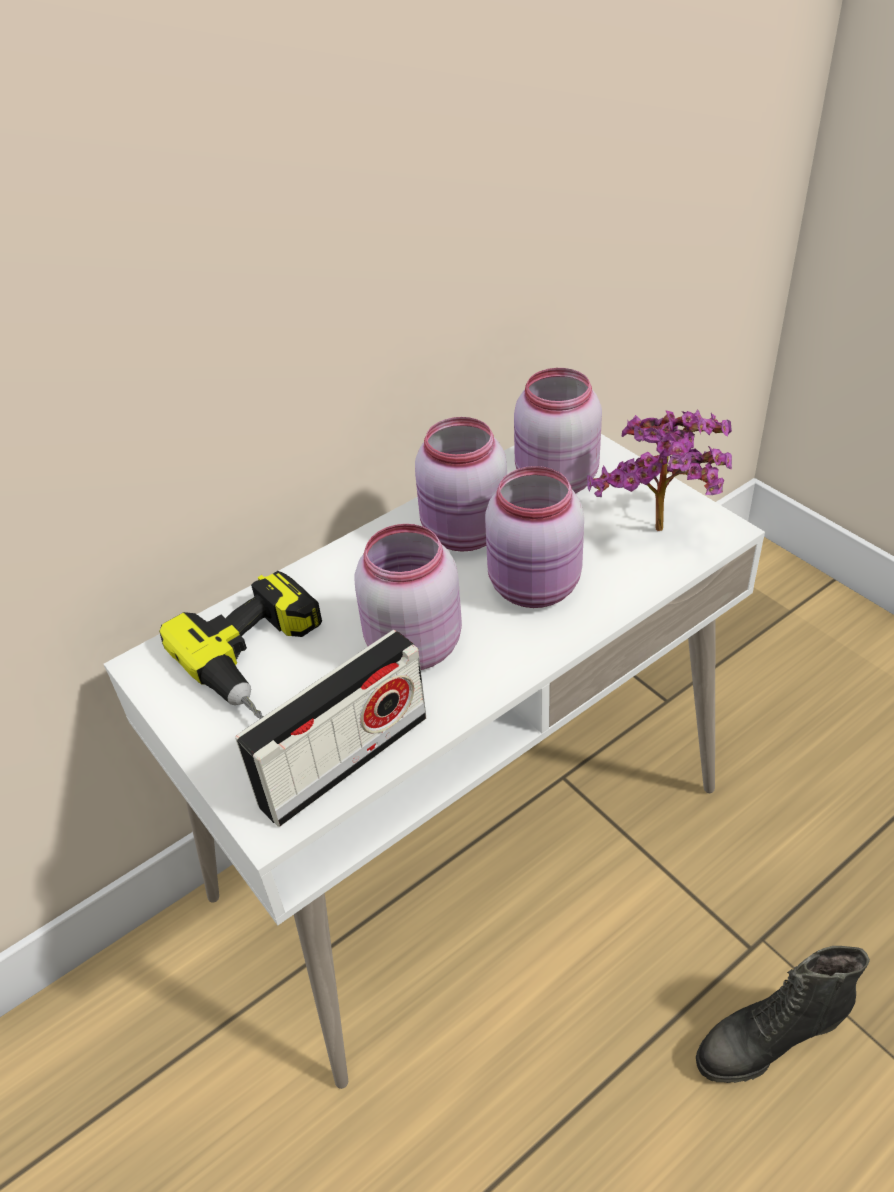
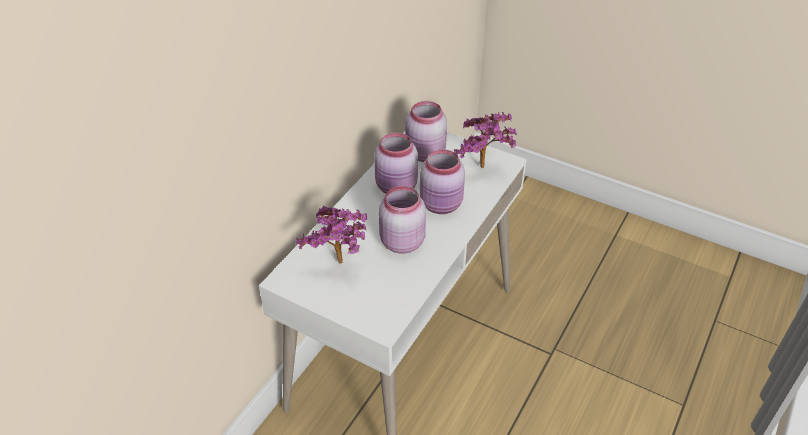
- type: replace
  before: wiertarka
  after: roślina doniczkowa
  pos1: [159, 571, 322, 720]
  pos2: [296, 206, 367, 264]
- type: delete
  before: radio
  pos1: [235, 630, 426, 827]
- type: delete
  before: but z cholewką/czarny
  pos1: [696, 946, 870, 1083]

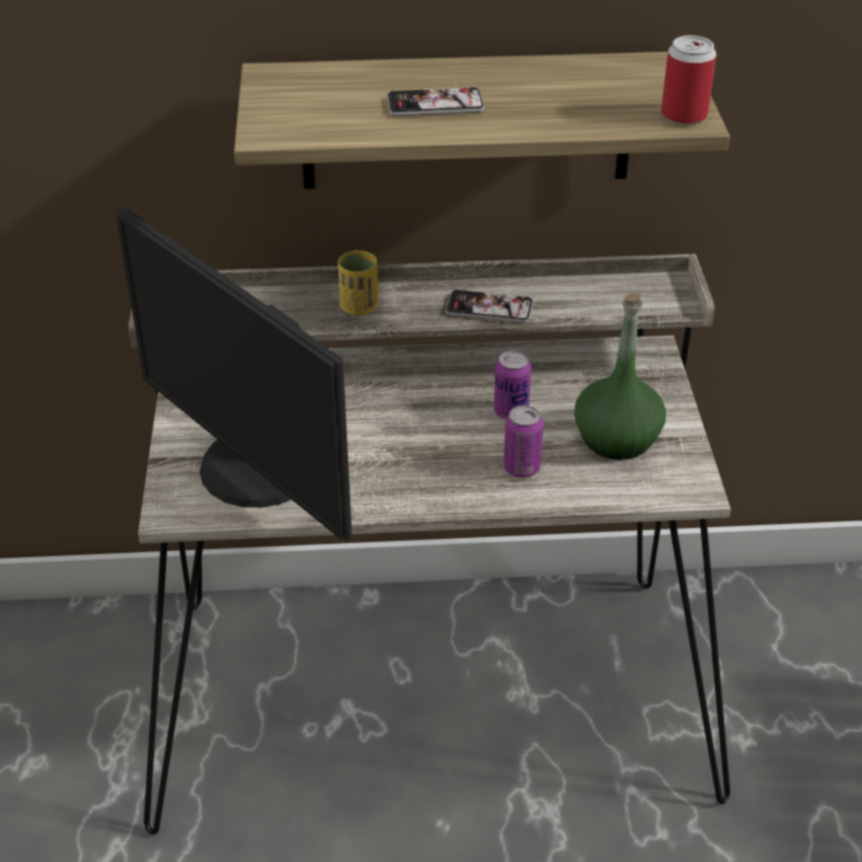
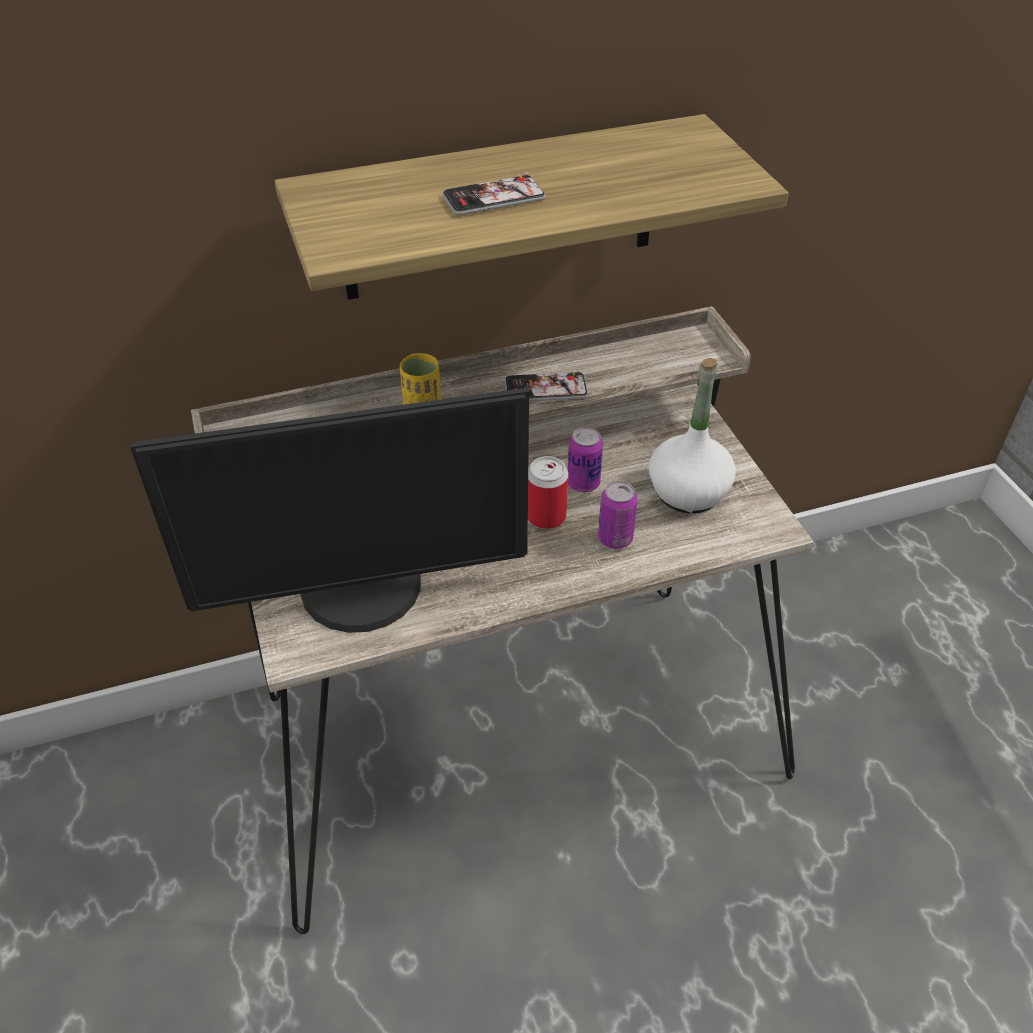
- type: rotate
  before: monitor
  pos1: [116, 207, 352, 541]
  pos2: [130, 389, 529, 633]
  turn: -45
- type: move
  before: puszka
  pos1: [661, 35, 716, 125]
  pos2: [528, 456, 569, 529]
- type: recolor
  before: butelka/zielony
  after: butelka/biały
  pos1: [574, 293, 666, 460]
  pos2: [649, 358, 736, 513]

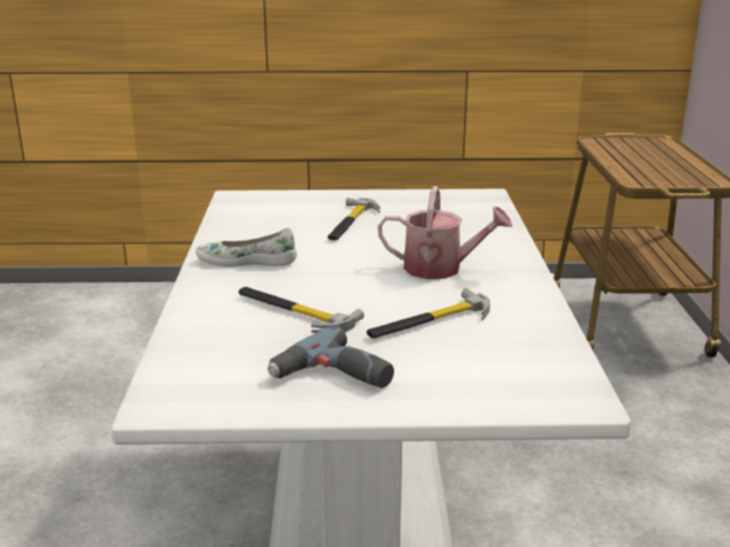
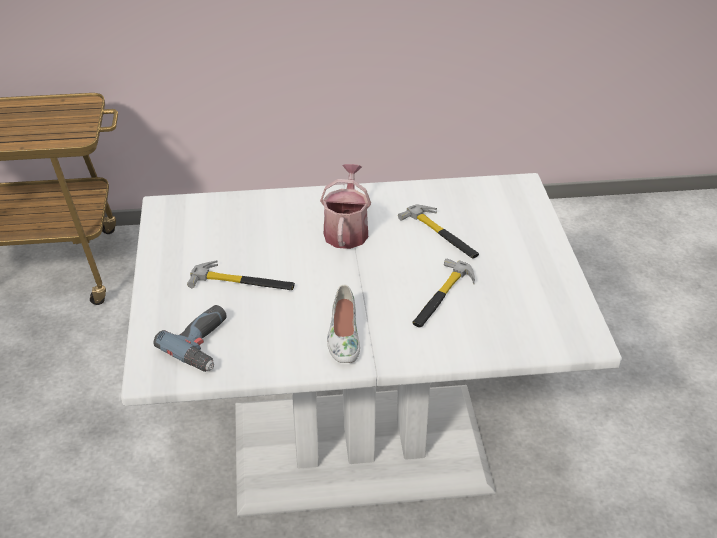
- type: move
  before: wiertarka
  pos1: [268, 325, 394, 388]
  pos2: [153, 305, 227, 372]

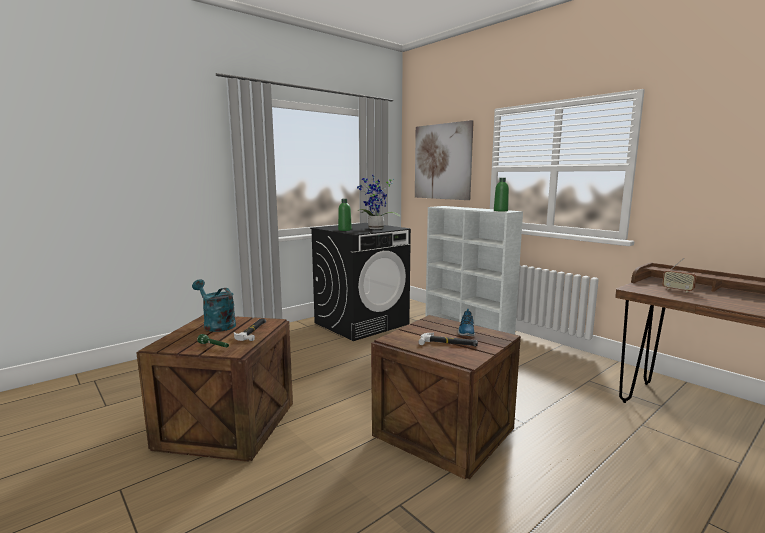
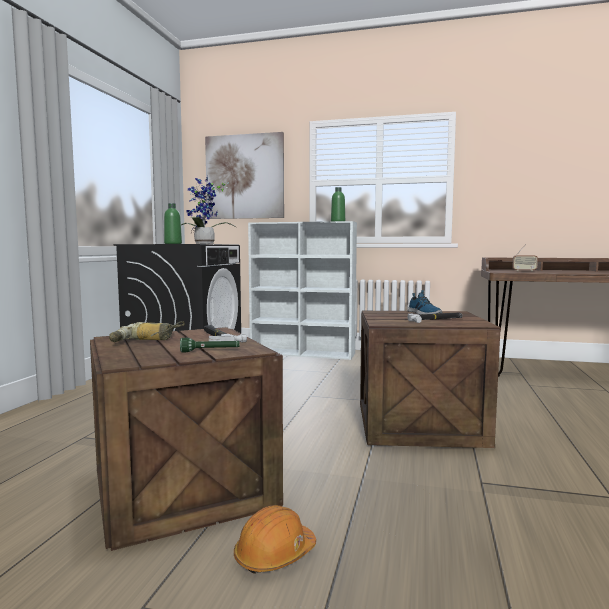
- type: replace
  before: konewka/turkusowy
  after: wiertarka
  pos1: [192, 279, 236, 332]
  pos2: [109, 321, 185, 342]
- type: insert
  after: kask/pomarańczowy
  pos2: [234, 505, 316, 574]

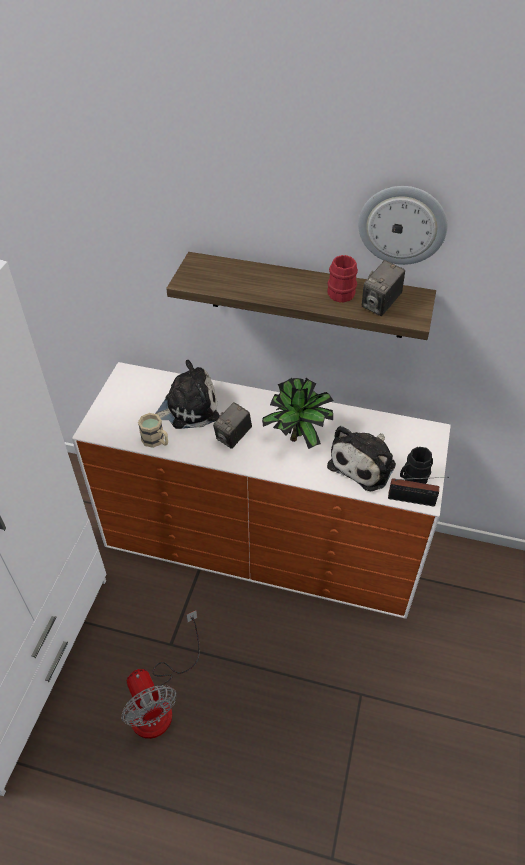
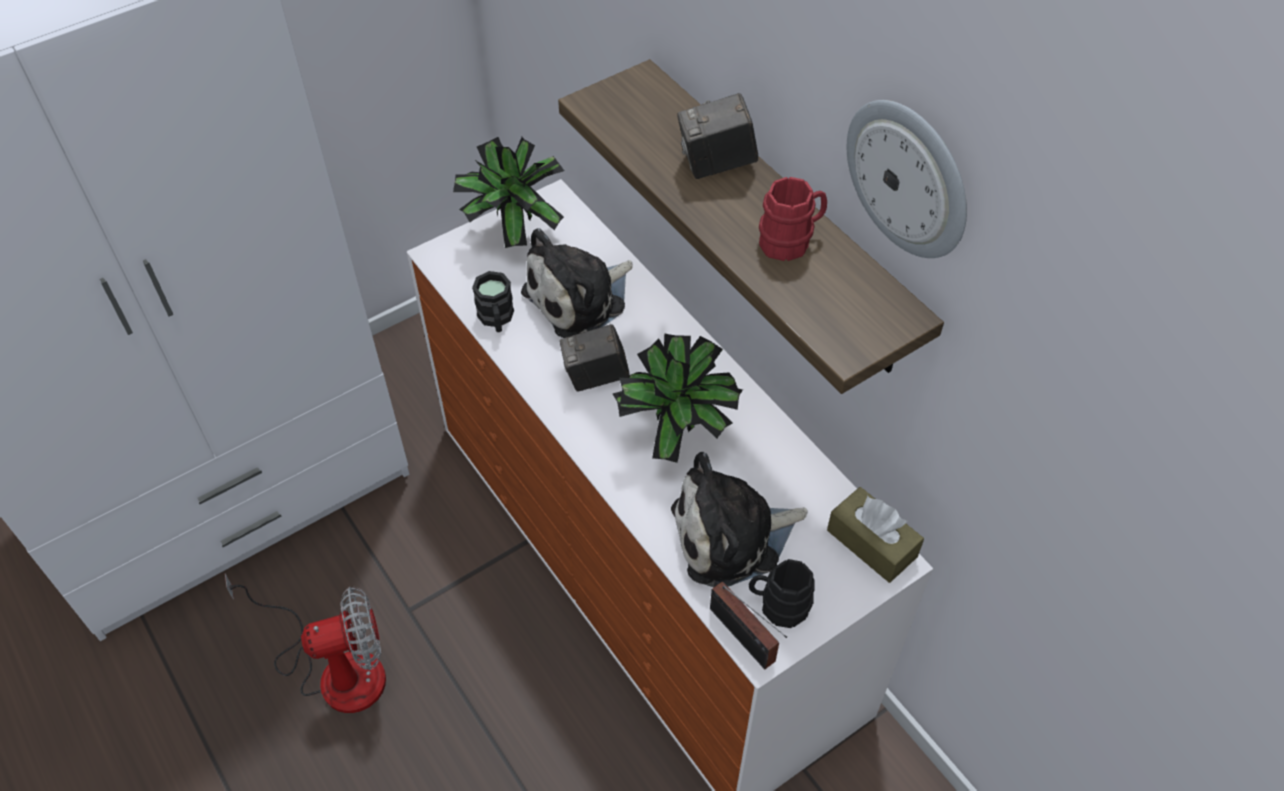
- type: rotate
  before: wentylator
  pos1: [121, 611, 200, 739]
  pos2: [225, 573, 386, 713]
  turn: -120
- type: insert
  after: roślina doniczkowa
  pos2: [453, 137, 564, 248]
- type: recolor
  before: kubek/beżowy
  after: kubek/czarny
  pos1: [138, 413, 168, 448]
  pos2: [472, 271, 514, 332]
- type: rotate
  before: pluszak
  pos1: [155, 360, 220, 429]
  pos2: [521, 228, 633, 338]
  turn: 120
- type: move
  before: aparat fotograficzny
  pos1: [362, 260, 405, 316]
  pos2: [677, 93, 758, 179]
- type: insert
  after: pudełko chusteczek/brązowy
  pos2: [827, 487, 924, 583]

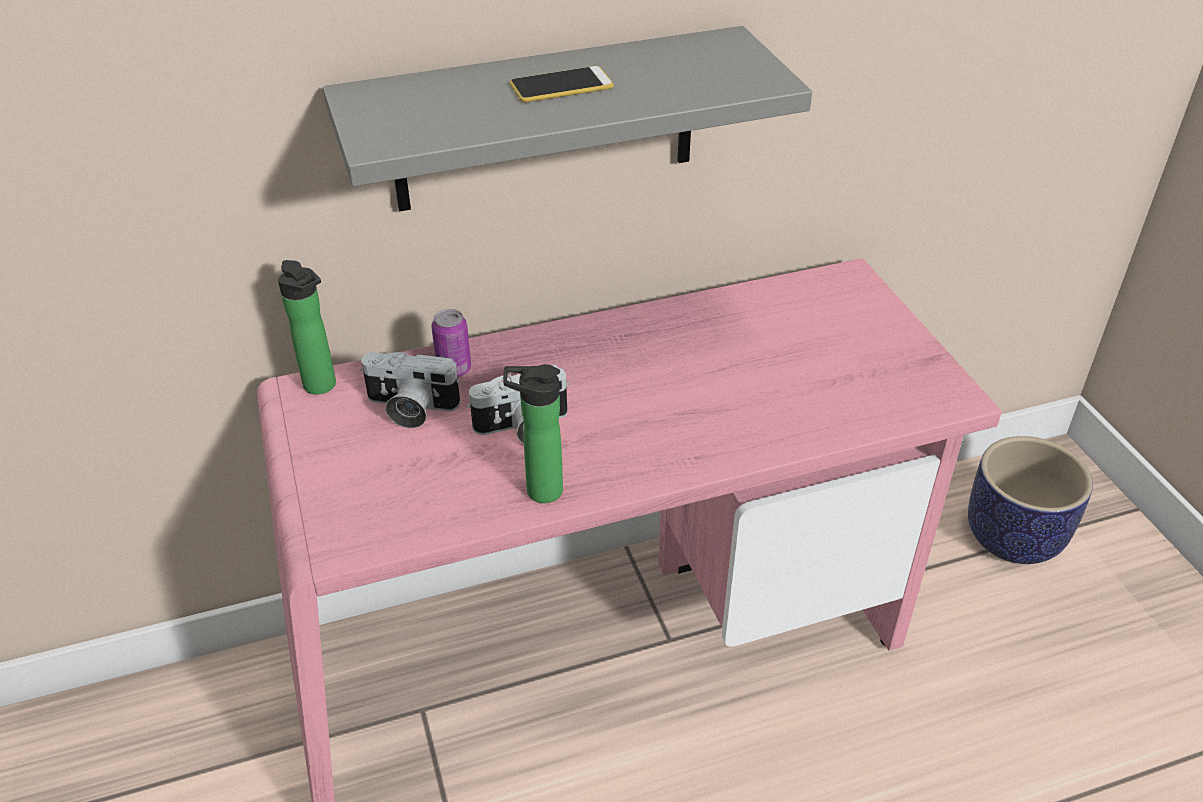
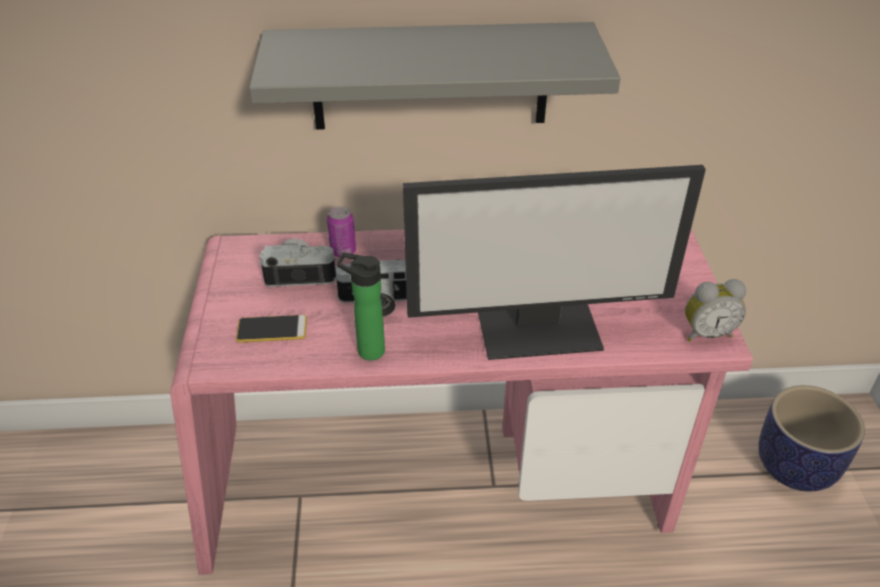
- type: move
  before: telefon
  pos1: [510, 66, 614, 102]
  pos2: [236, 315, 307, 343]
- type: rotate
  before: aparat fotograficzny
  pos1: [360, 352, 461, 428]
  pos2: [258, 238, 337, 287]
  turn: 150
- type: insert
  after: monitor
  pos2: [403, 165, 706, 360]
- type: insert
  after: budzik
  pos2: [685, 279, 746, 342]
- type: delete
  before: butelka
  pos1: [278, 260, 336, 394]

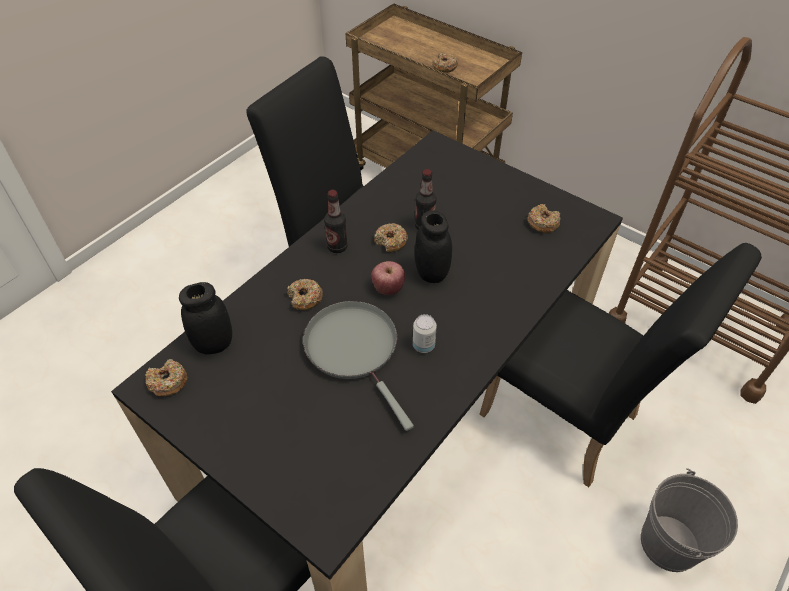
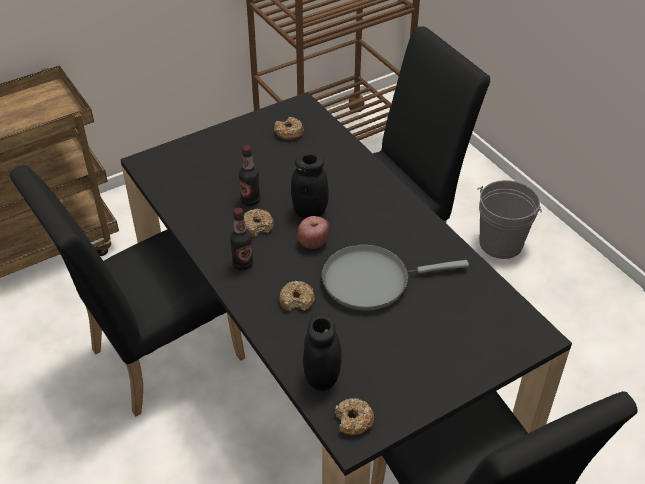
- type: delete
  before: puszka
  pos1: [413, 314, 437, 353]
- type: delete
  before: donut
  pos1: [432, 53, 458, 73]

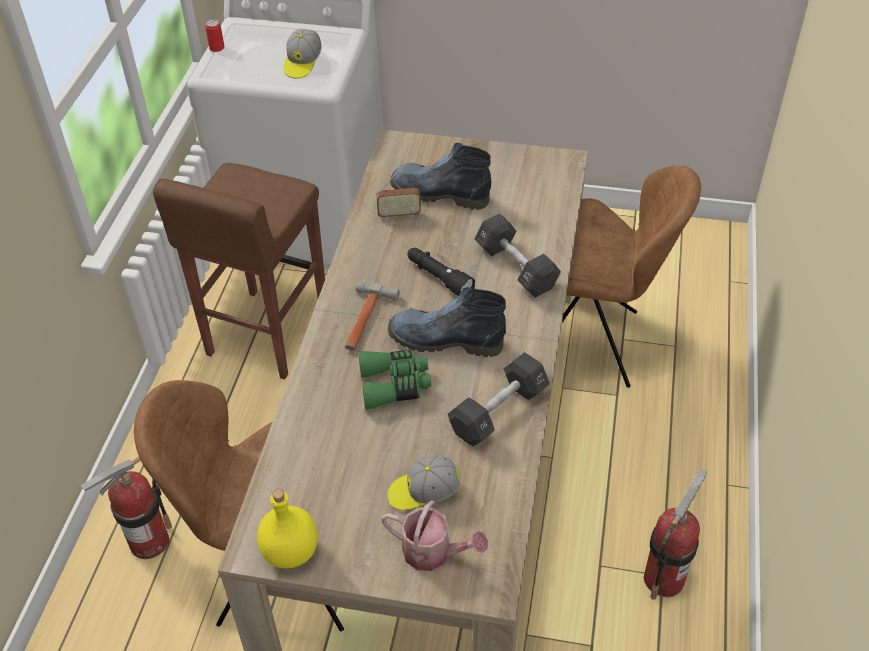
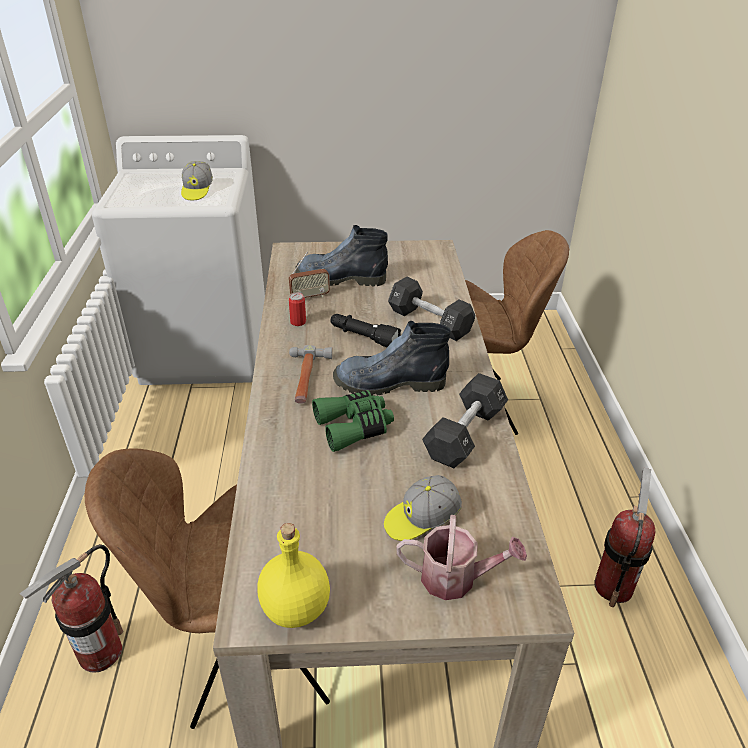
- type: move
  before: puszka
  pos1: [205, 19, 225, 52]
  pos2: [289, 293, 306, 326]
- type: delete
  before: stołek/brązowy
  pos1: [153, 163, 325, 380]

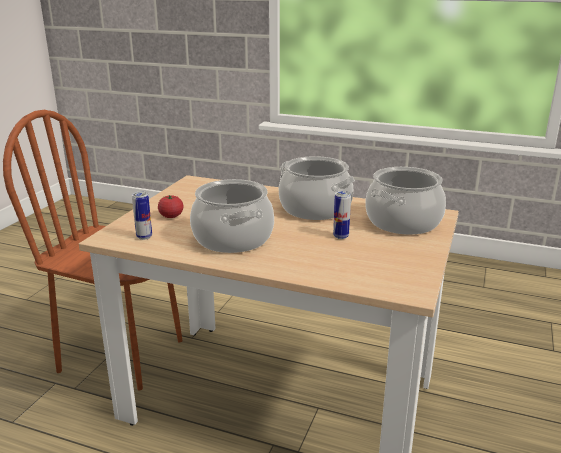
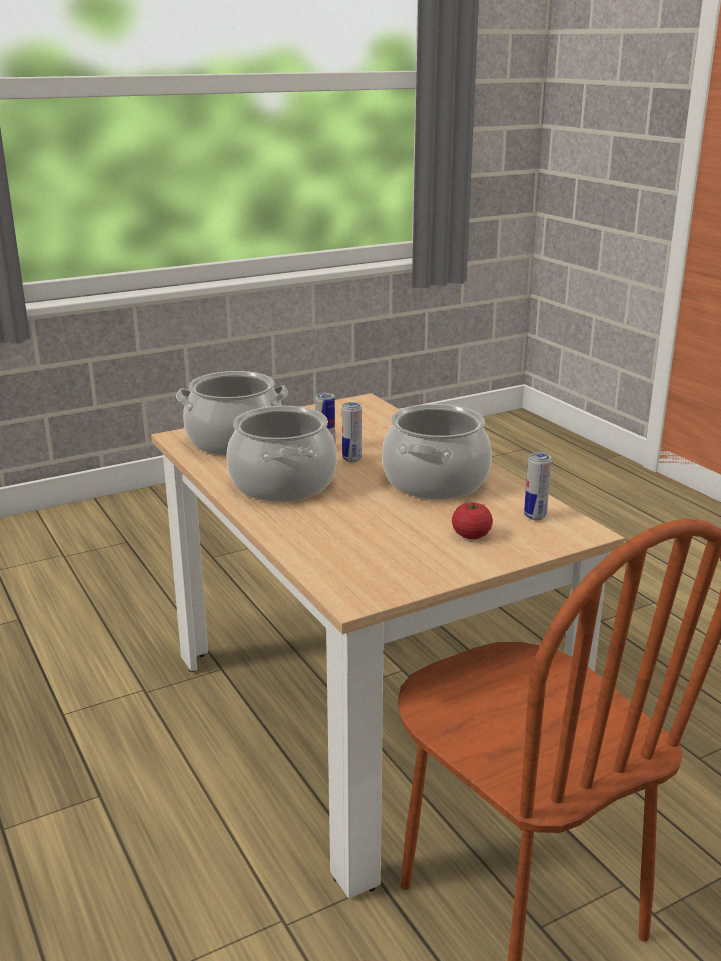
- type: insert
  after: puszka
  pos2: [342, 402, 362, 462]

